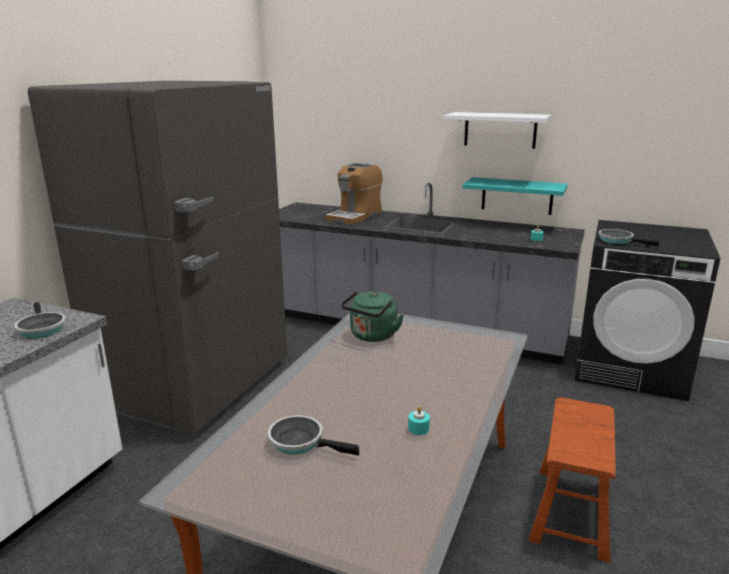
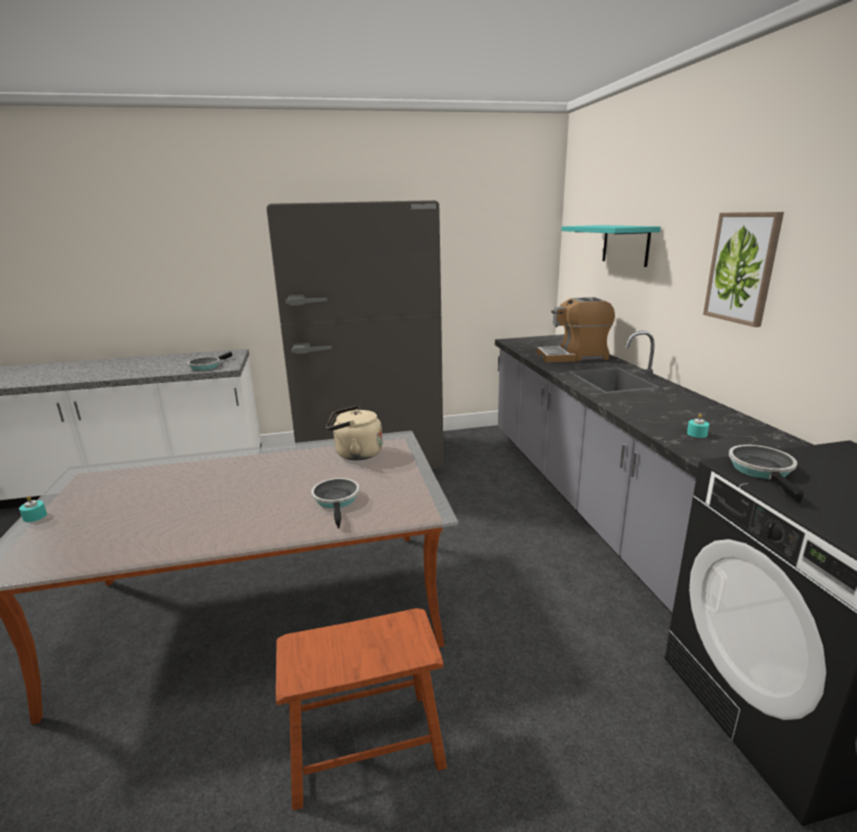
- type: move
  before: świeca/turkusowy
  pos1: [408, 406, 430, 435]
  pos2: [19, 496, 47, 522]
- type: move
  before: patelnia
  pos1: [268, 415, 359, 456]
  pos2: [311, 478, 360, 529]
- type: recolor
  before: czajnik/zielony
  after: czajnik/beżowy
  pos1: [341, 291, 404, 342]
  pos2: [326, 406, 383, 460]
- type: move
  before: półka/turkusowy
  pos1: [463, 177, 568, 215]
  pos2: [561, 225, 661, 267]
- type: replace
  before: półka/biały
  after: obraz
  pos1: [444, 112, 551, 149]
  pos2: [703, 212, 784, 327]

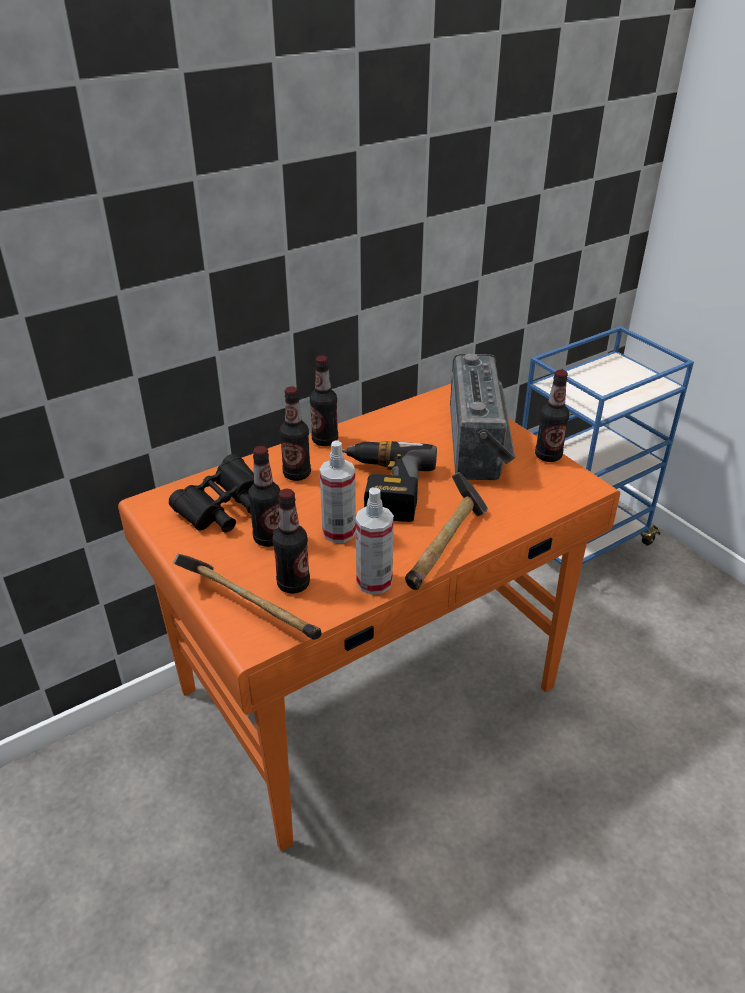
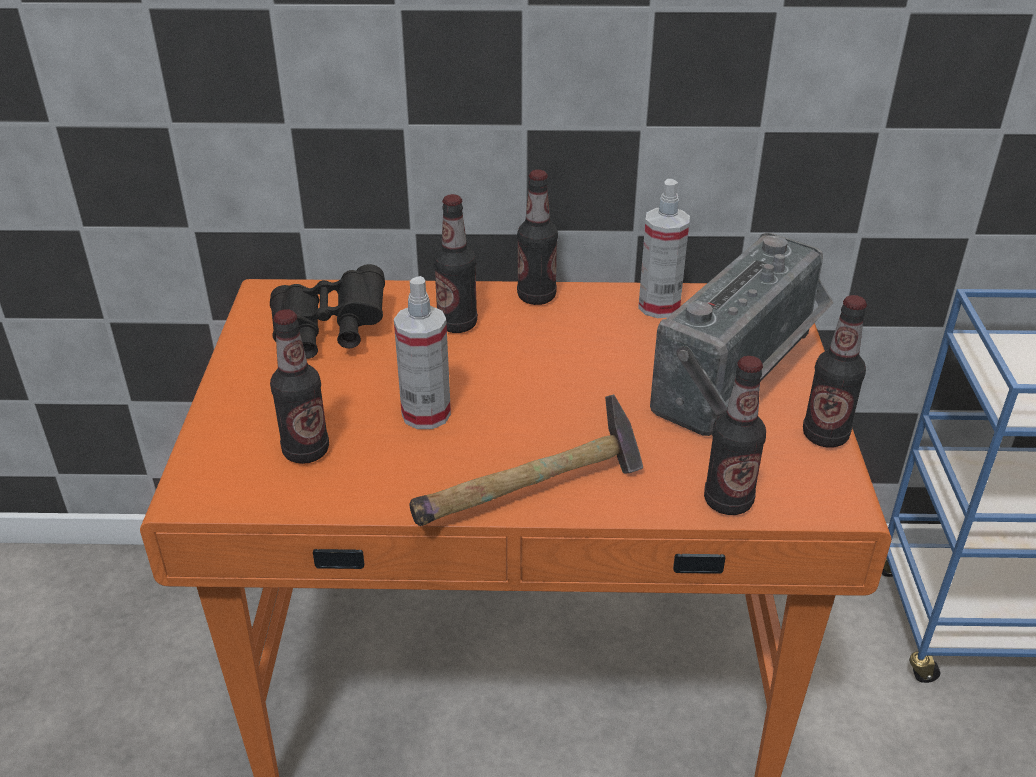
- type: move
  before: spryskiwacz
  pos1: [355, 487, 394, 595]
  pos2: [638, 179, 690, 318]
- type: move
  before: butelka
  pos1: [248, 446, 281, 547]
  pos2: [704, 356, 766, 515]
- type: delete
  before: młotek
  pos1: [173, 554, 322, 640]
- type: delete
  before: wiertarka
  pos1: [342, 441, 437, 522]

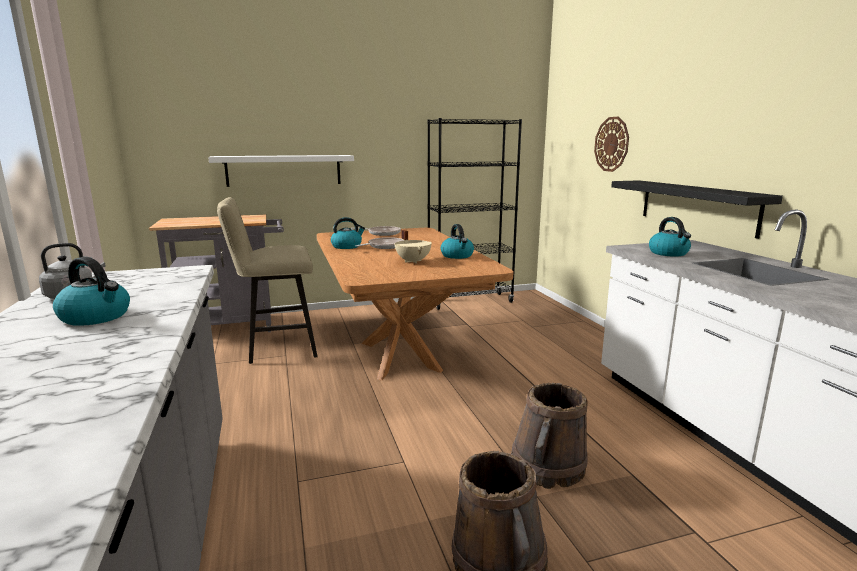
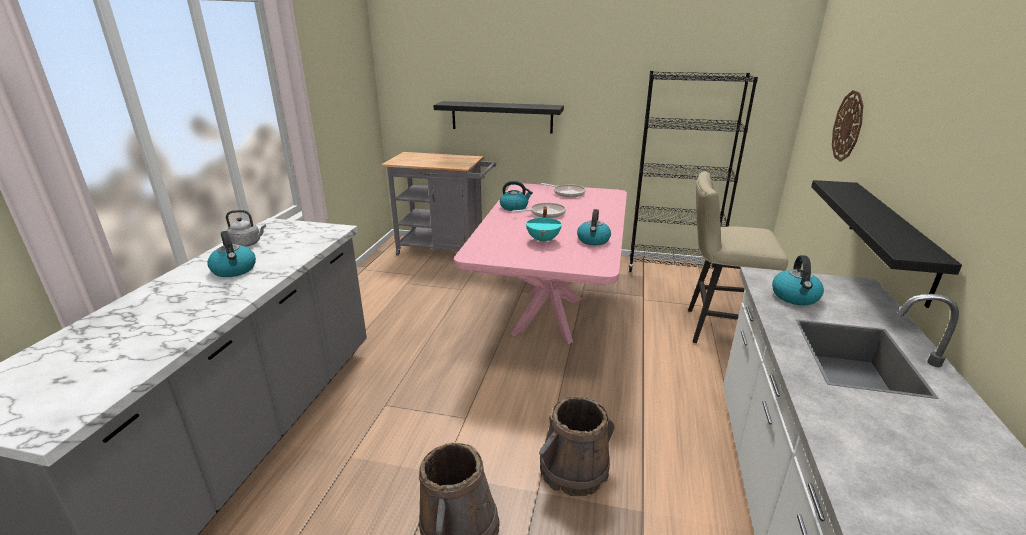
- type: recolor
  before: półka/biały
  after: półka/czarny
  pos1: [208, 155, 354, 187]
  pos2: [433, 101, 564, 133]
- type: recolor
  before: stół jadalny/brązowy
  after: stół jadalny/różowy
  pos1: [317, 228, 514, 380]
  pos2: [454, 183, 627, 344]
- type: recolor
  before: garnek/beżowy
  after: garnek/turkusowy
  pos1: [395, 230, 432, 263]
  pos2: [526, 207, 562, 244]
- type: move
  before: stołek/beżowy
  pos1: [217, 197, 318, 364]
  pos2: [688, 172, 788, 343]

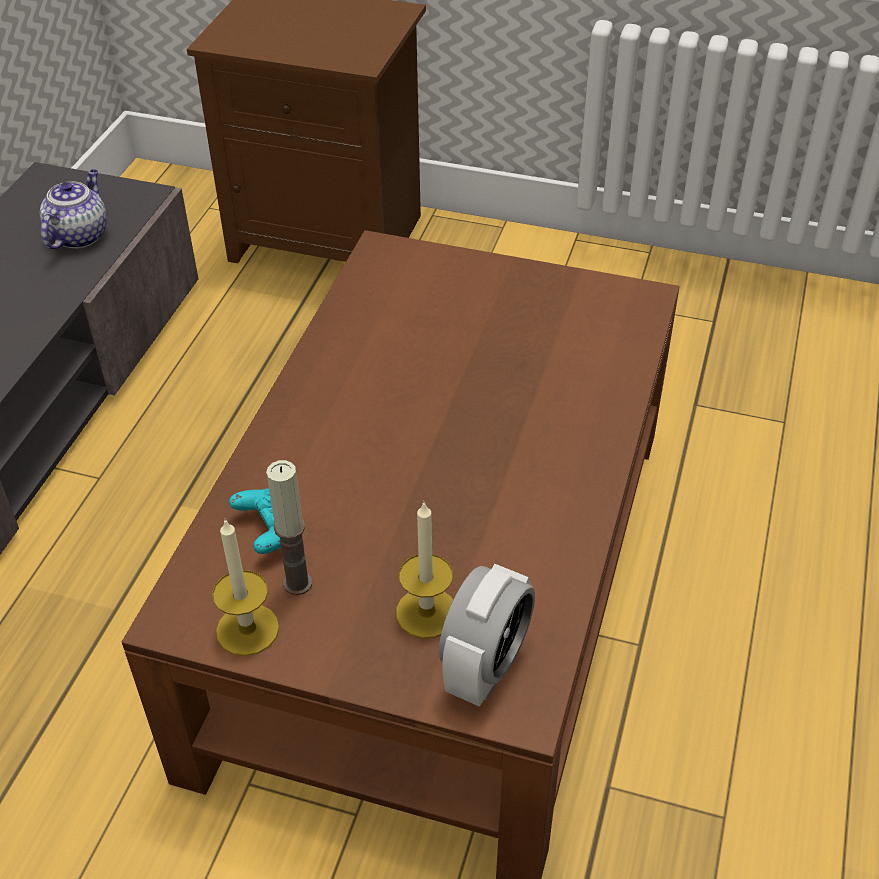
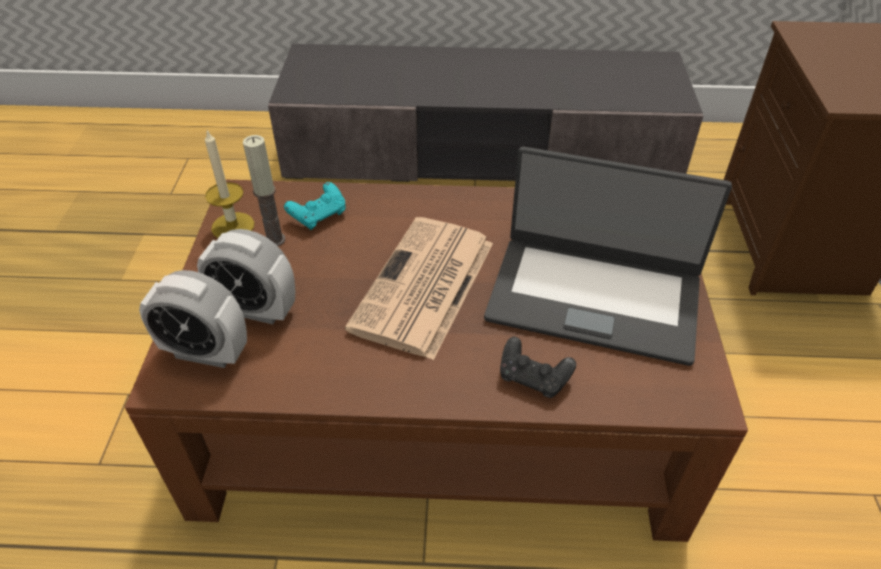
- type: replace
  before: świeca
  after: budzik
  pos1: [396, 503, 453, 638]
  pos2: [197, 229, 295, 324]
- type: insert
  after: gazeta
  pos2: [345, 217, 493, 360]
- type: insert
  after: laptop
  pos2: [484, 147, 732, 366]
- type: insert
  after: pad do gier/czarny
  pos2: [500, 337, 576, 398]
- type: delete
  before: imbryk
  pos1: [40, 169, 107, 249]

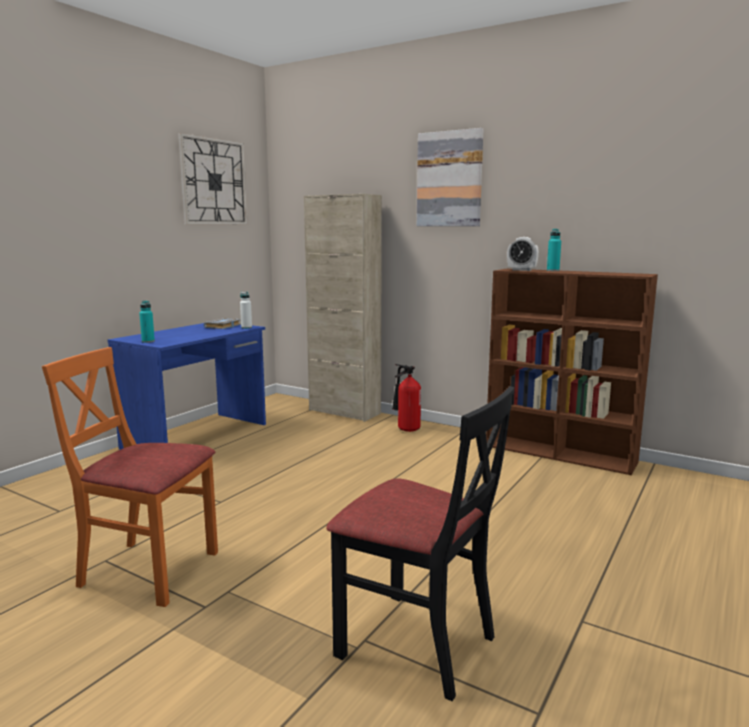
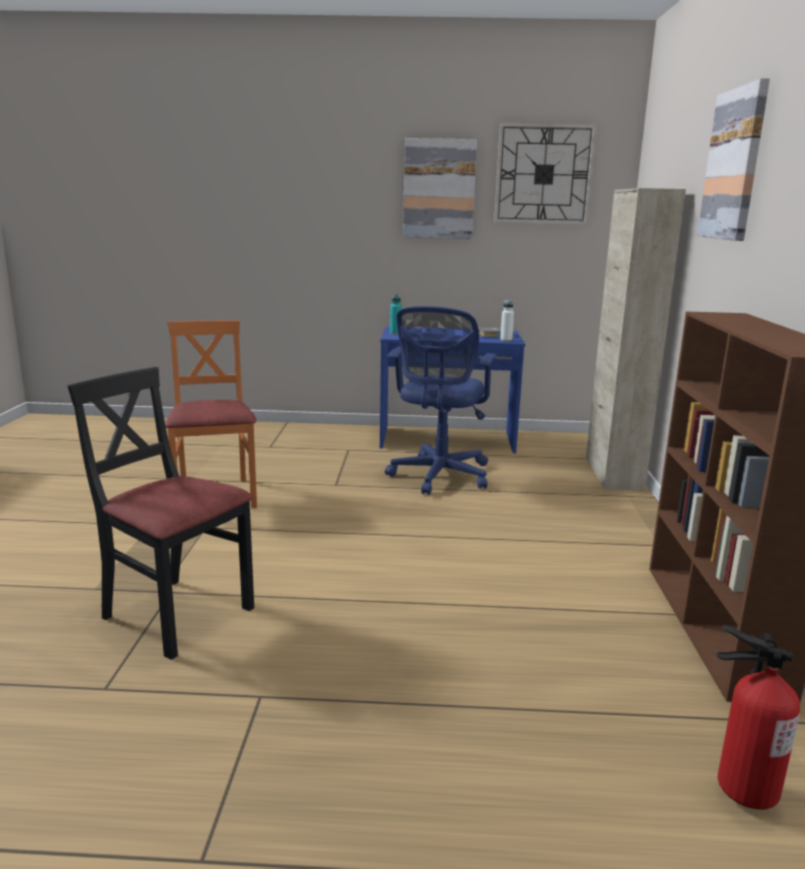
- type: rotate
  before: krzesło/czarny
  pos1: [326, 386, 515, 701]
  pos2: [68, 367, 254, 660]
  turn: 120
- type: insert
  after: krzesło biurowe/niebieski
  pos2: [385, 306, 497, 495]
- type: insert
  after: obraz
  pos2: [403, 138, 477, 239]
- type: move
  before: gaśnica
  pos1: [392, 364, 421, 432]
  pos2: [717, 625, 800, 810]
- type: delete
  before: budzik
  pos1: [507, 237, 539, 271]
- type: delete
  before: butelka/turkusowy
  pos1: [547, 229, 561, 271]

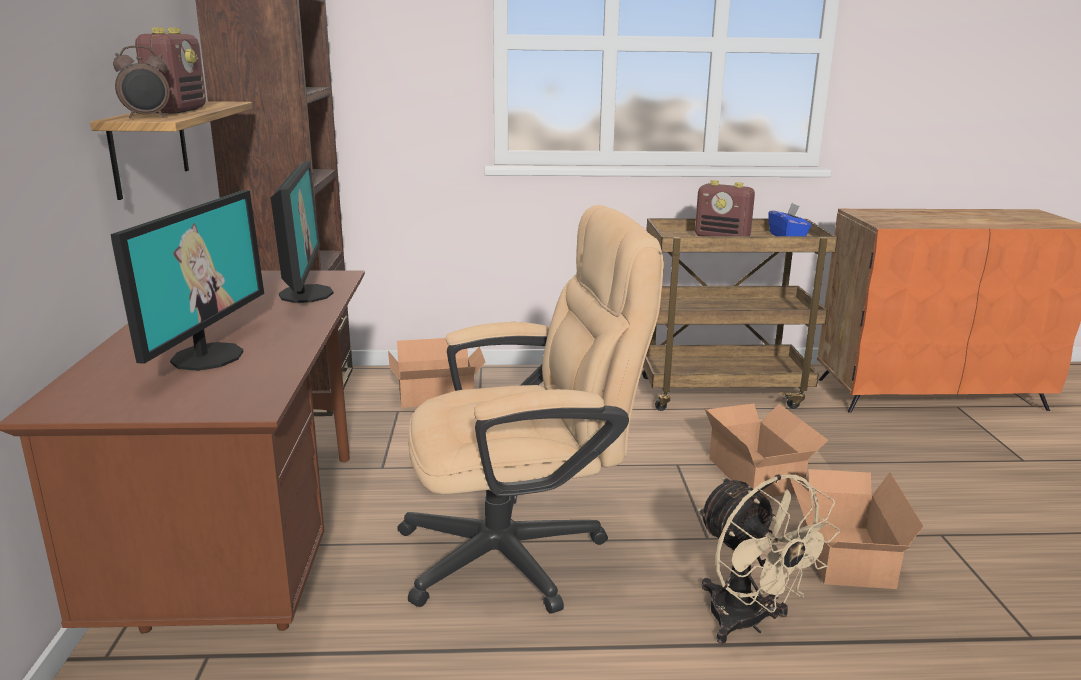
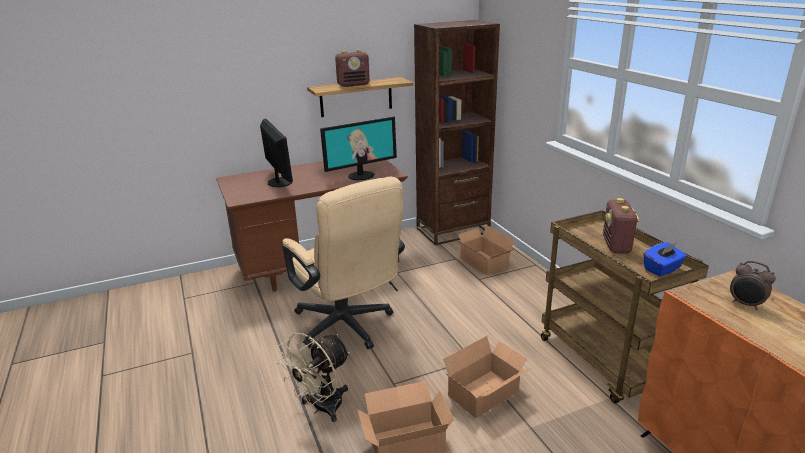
- type: rotate
  before: monitor
  pos1: [111, 190, 264, 371]
  pos2: [260, 119, 293, 187]
  turn: -105
- type: move
  before: budzik
  pos1: [113, 46, 170, 118]
  pos2: [730, 261, 776, 310]

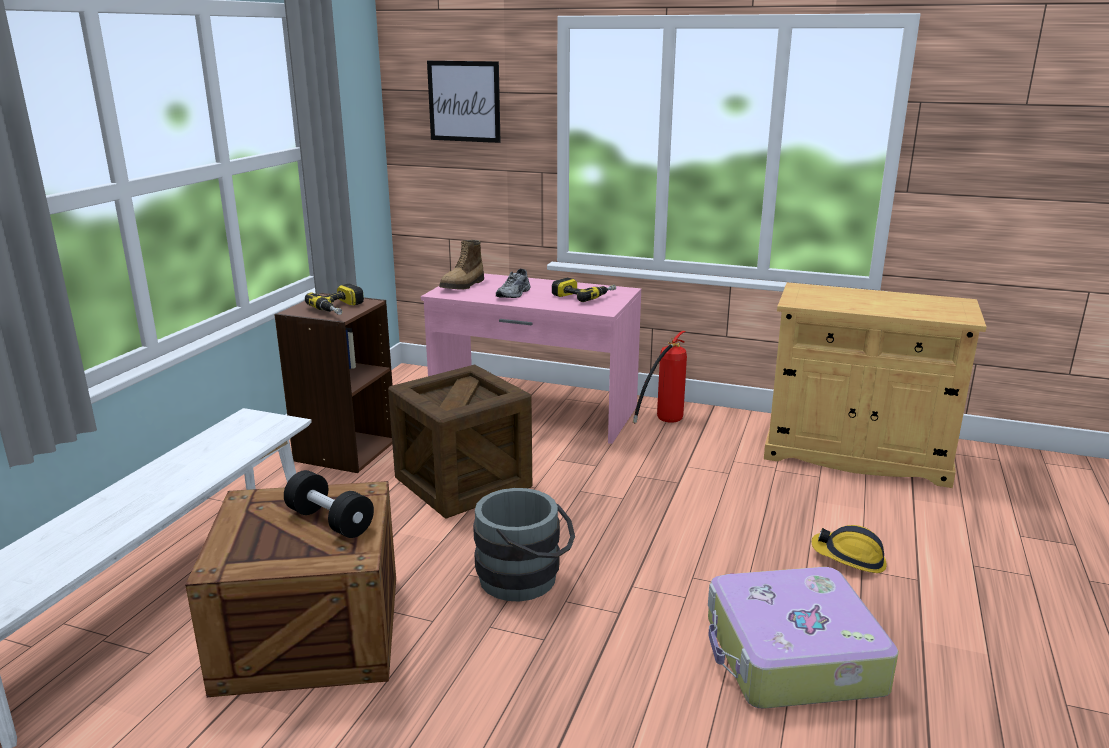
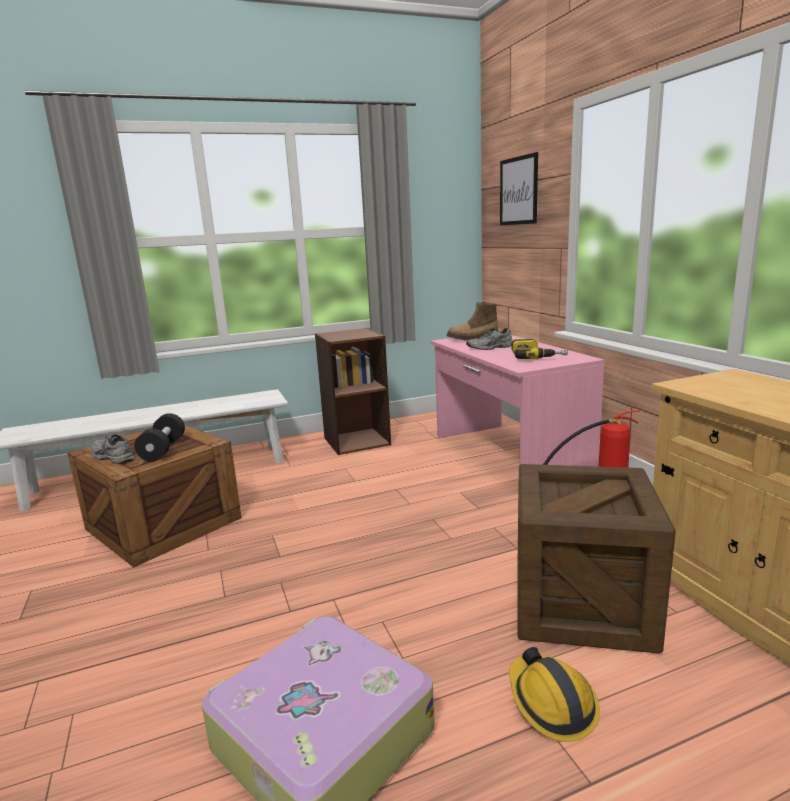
- type: insert
  after: but/szary
  pos2: [92, 434, 134, 464]
- type: move
  before: skrzynka
  pos1: [388, 365, 532, 519]
  pos2: [517, 464, 676, 654]
- type: delete
  before: wiertarka
  pos1: [305, 284, 364, 315]
- type: delete
  before: wiadro/szary
  pos1: [473, 488, 575, 601]

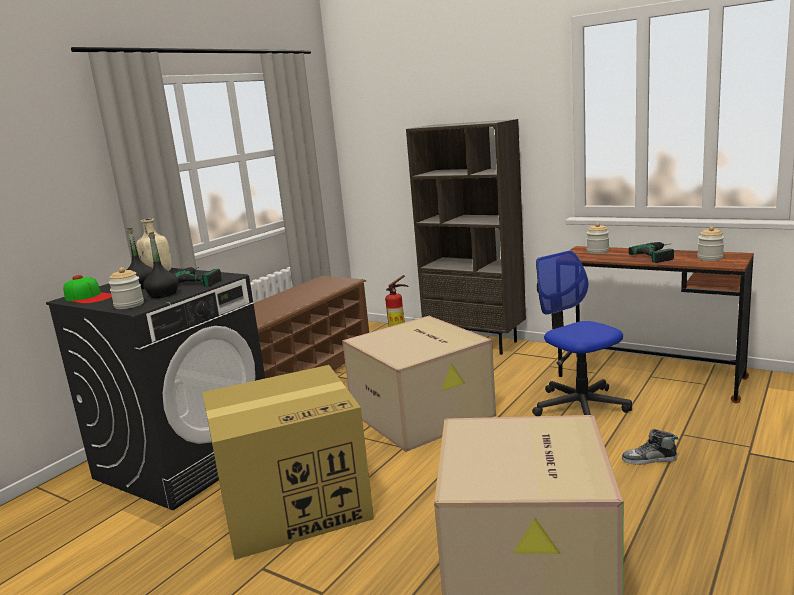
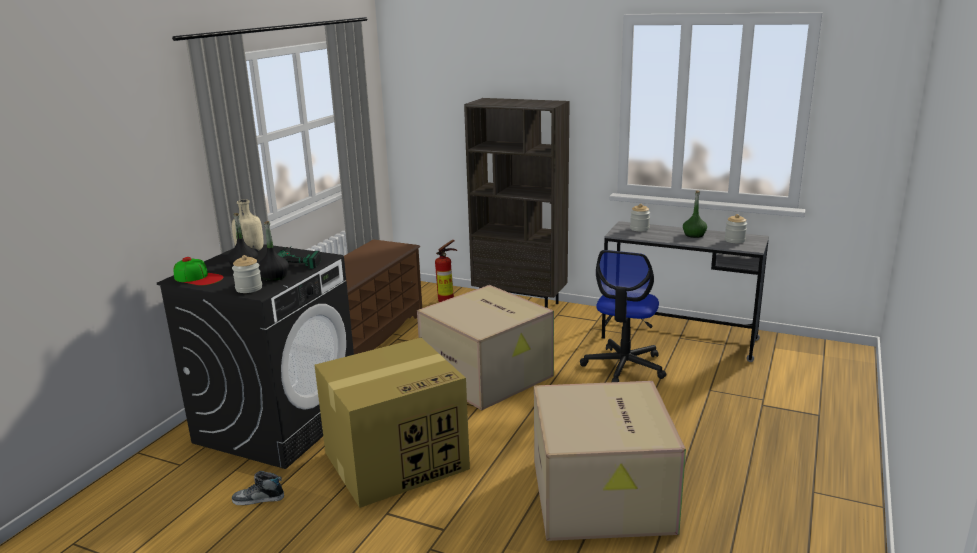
- type: move
  before: but
  pos1: [622, 429, 678, 465]
  pos2: [232, 471, 284, 505]
- type: rotate
  before: krzesło biurowe
  pos1: [532, 250, 632, 416]
  pos2: [580, 250, 666, 382]
  turn: -120
- type: recolor
  before: biurko/brązowy
  after: biurko/szary
  pos1: [558, 246, 754, 403]
  pos2: [602, 221, 769, 362]
- type: replace
  before: wiertarka
  after: butelka/zielony
  pos1: [629, 242, 674, 263]
  pos2: [683, 190, 707, 238]

